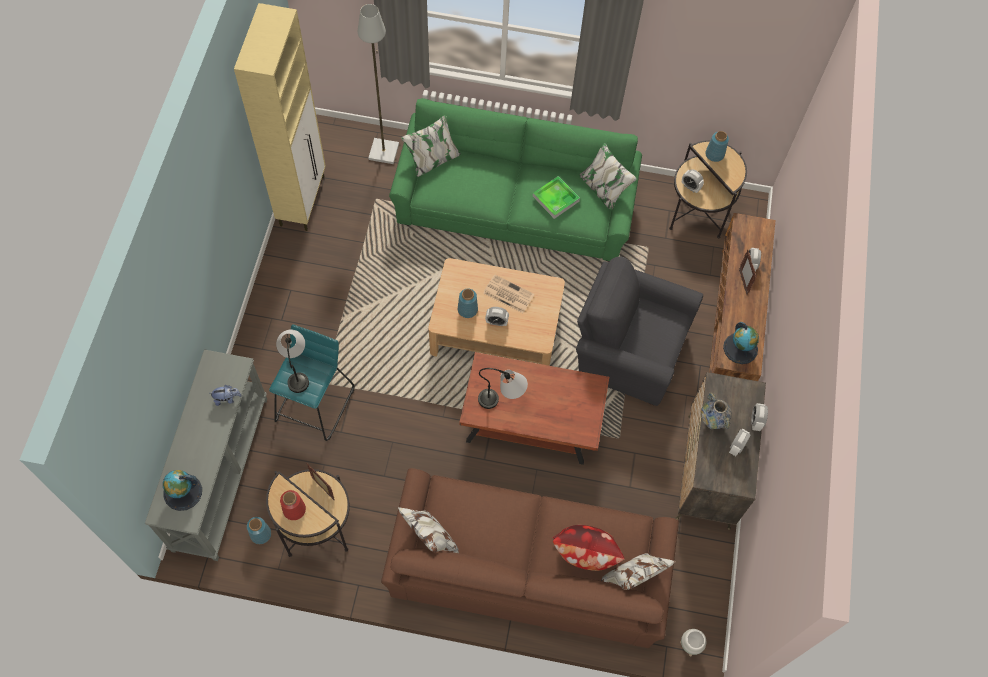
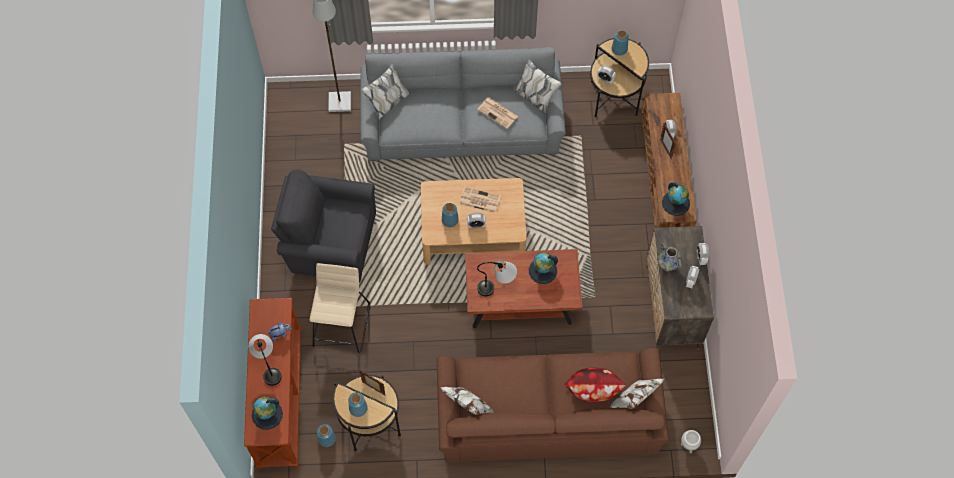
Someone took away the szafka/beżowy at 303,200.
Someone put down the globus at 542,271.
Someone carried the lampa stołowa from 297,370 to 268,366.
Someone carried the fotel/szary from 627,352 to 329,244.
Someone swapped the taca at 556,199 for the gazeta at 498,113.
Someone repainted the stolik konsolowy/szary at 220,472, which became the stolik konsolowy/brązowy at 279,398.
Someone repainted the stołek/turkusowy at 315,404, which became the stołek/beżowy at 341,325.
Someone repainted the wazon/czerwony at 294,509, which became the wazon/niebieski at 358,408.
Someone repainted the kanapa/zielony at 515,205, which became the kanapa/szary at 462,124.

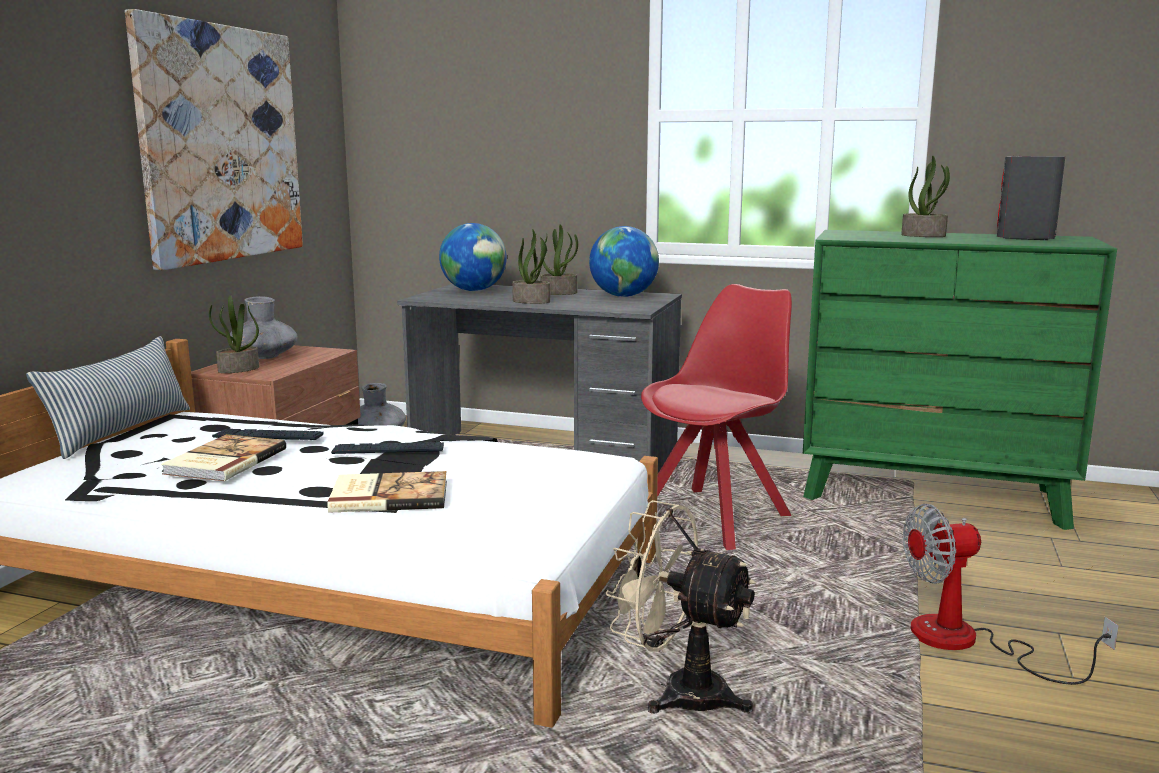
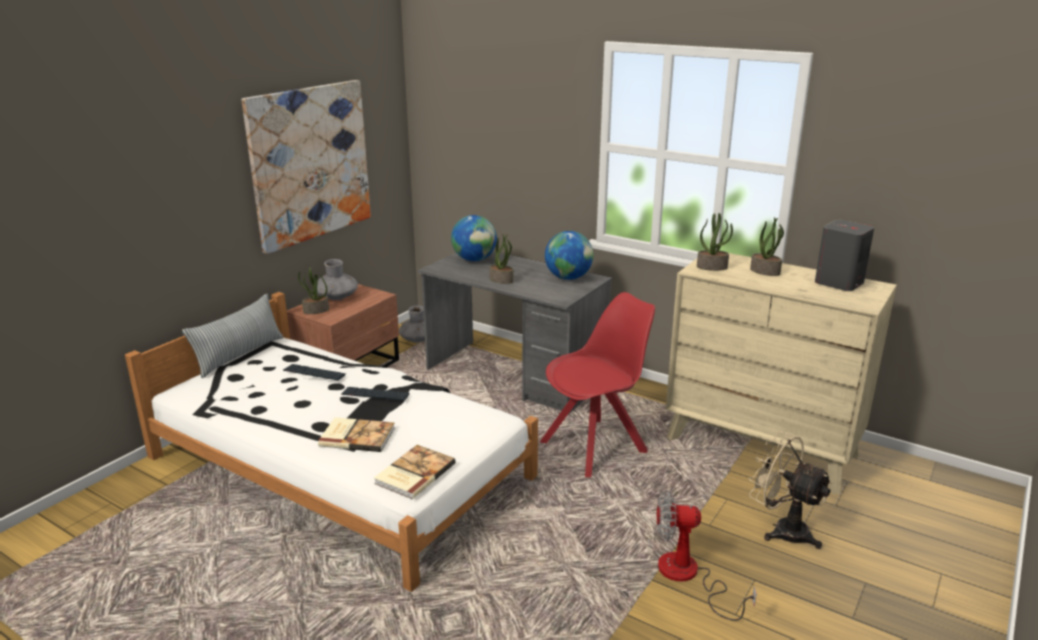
Someone carried the książka from 223,461 to 413,473.
Someone carried the roślina doniczkowa from 559,293 to 712,267.
Someone carried the wentylator/beżowy from 678,692 to 782,529.
Someone repainted the komoda/zielony at 931,495, which became the komoda/beżowy at 760,447.

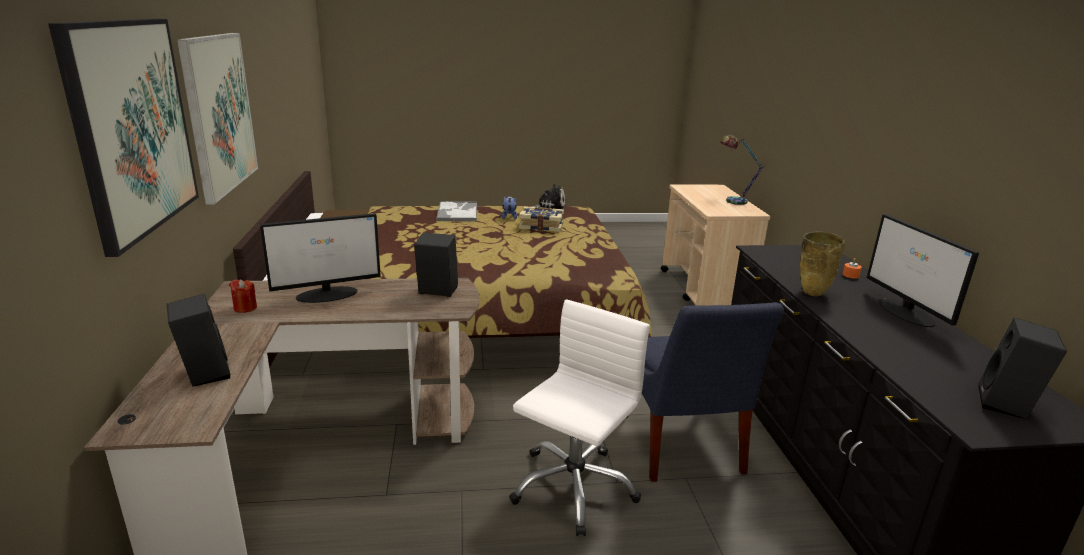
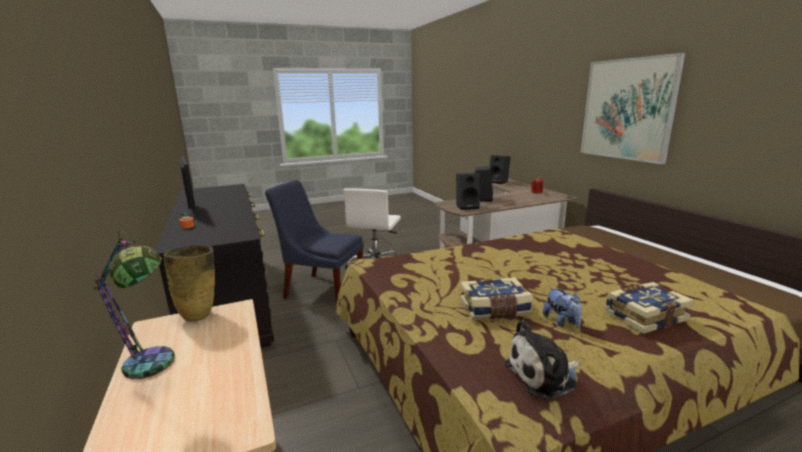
Someone took away the obraz at 132,128.
Someone took away the monitor at 328,294.
Someone carried the wazon/beżowy from 811,293 to 200,315.
Someone carried the głośnik/czarny from 1008,405 to 482,199.
Someone swapped the taca at 457,212 for the książka at 643,316.
Someone rotated the krzesło/niebieski at 681,447 by 45 degrees counterclockwise.

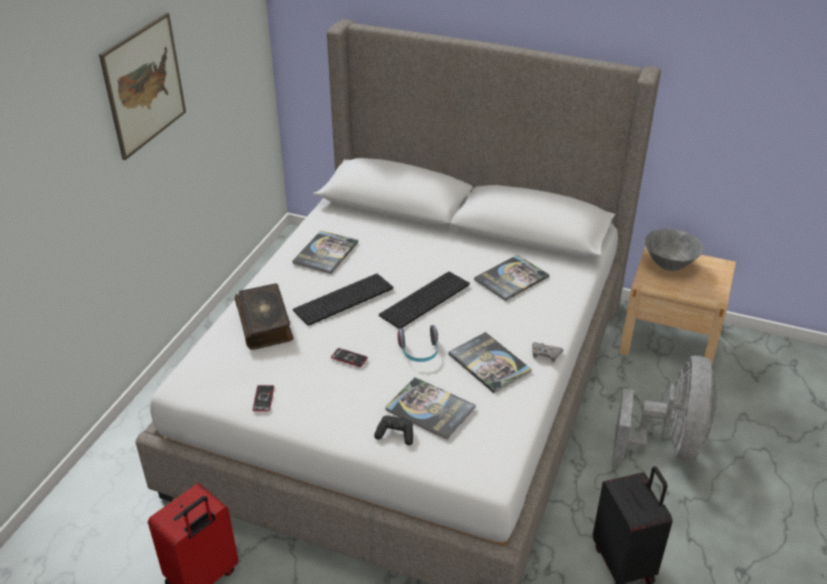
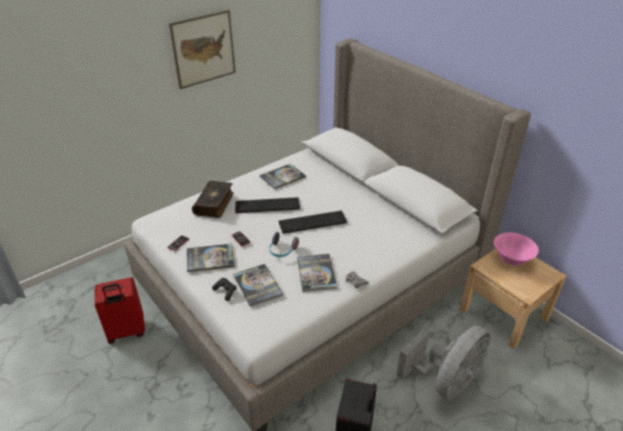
Someone carried the książka from 511,278 to 210,258.
Someone repainted the miska/szary at 669,265, which became the miska/różowy at 511,260.

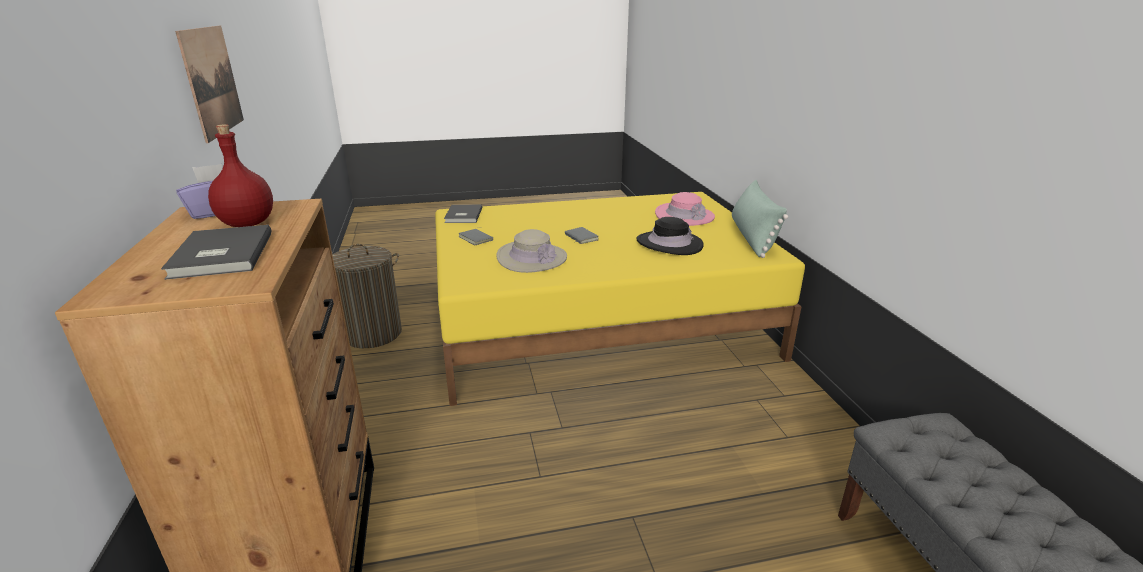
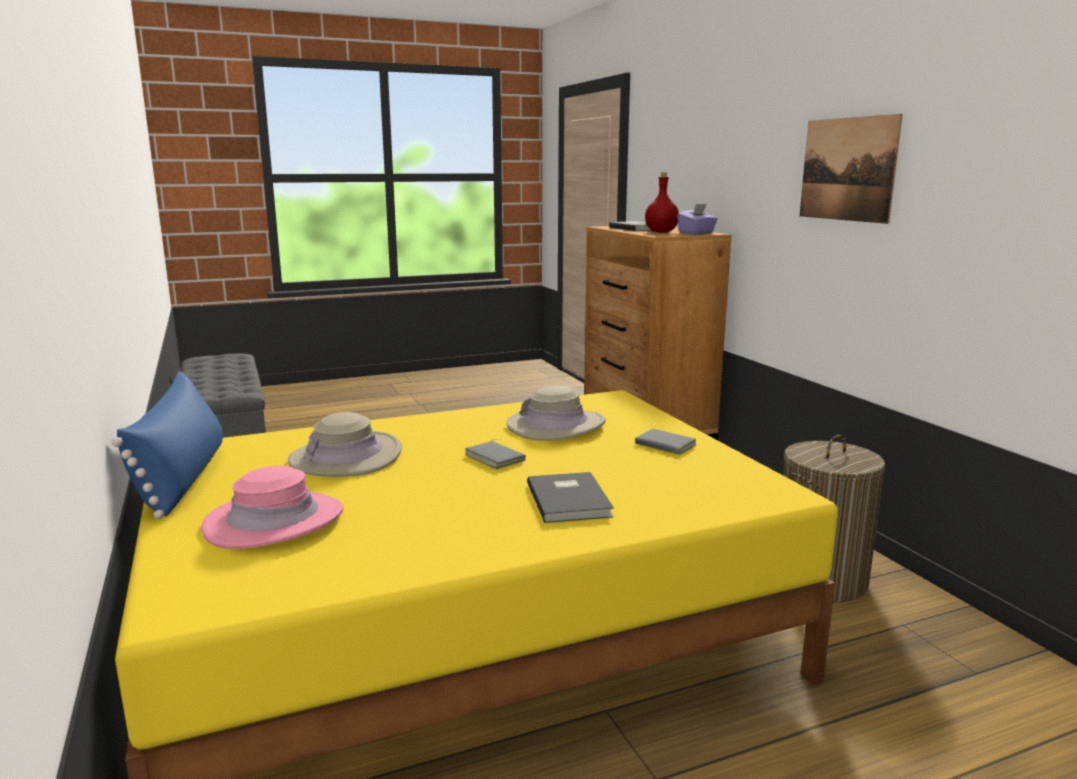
Someone carried the książka/szary from 462,216 to 570,499.
Someone repainted the kapelusz/czarny at 669,244, which became the kapelusz/beżowy at 346,457.
Someone repainted the poduszka/zielony at 752,237, which became the poduszka/niebieski at 183,478.

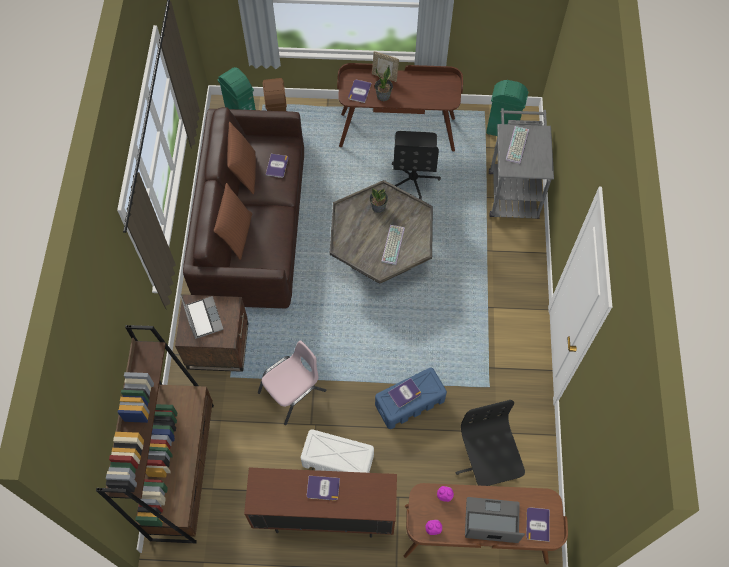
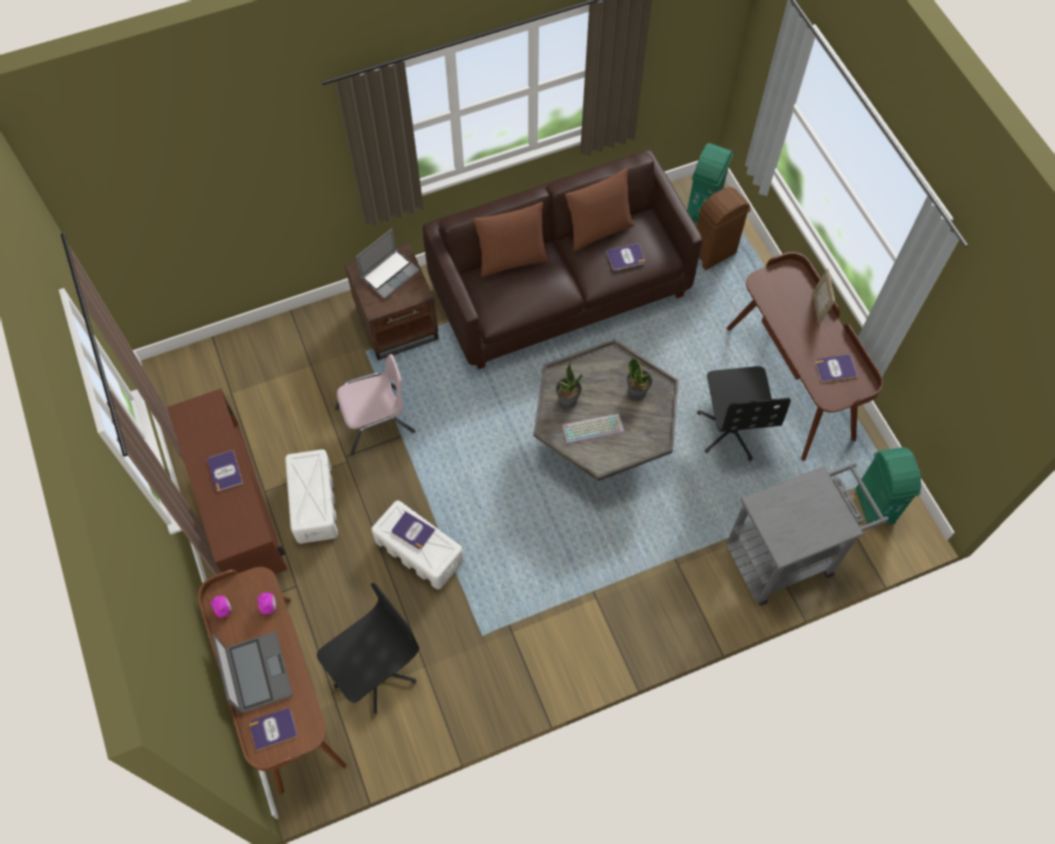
Someone took away the regał/brązowy at 183,470.
Someone took away the klawiatura at 517,145.
Someone carried the książka from 359,91 to 835,369.
Someone carried the roślina doniczkowa from 383,96 to 567,399.
Someone repainted the pojemnik do przechowywania/niebieski at 409,403, which became the pojemnik do przechowywania/biały at 418,550.
Someone rotated the krzesło/różowy at 293,392 by 45 degrees counterclockwise.
Someone rotated the krzesło biurowe/czarny at 413,178 by 75 degrees counterclockwise.

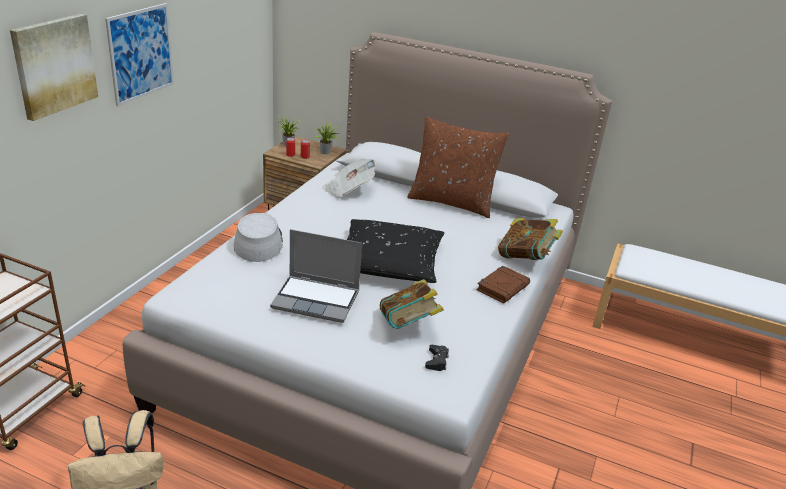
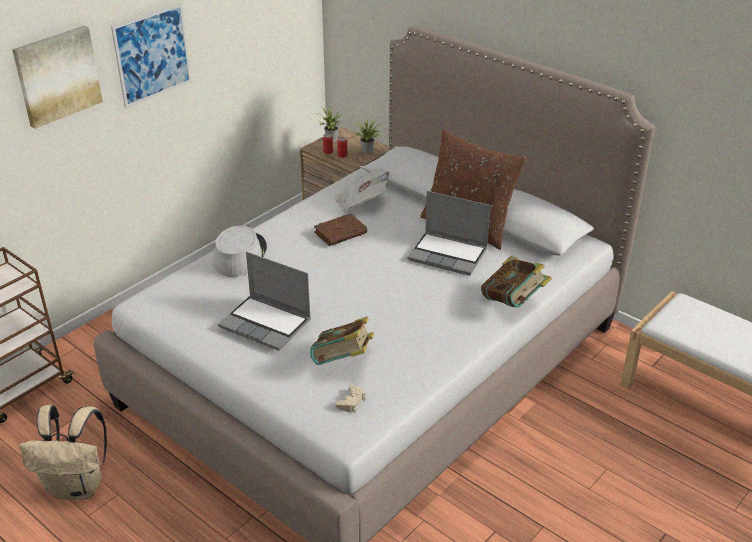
Someone took away the poduszka/czarny at 389,262.
Someone put down the laptop at 449,254.
Someone carried the książka/brązowy from 502,287 to 340,233.
Someone repainted the pad do gier/czarny at 437,361, which became the pad do gier/beżowy at 351,402.

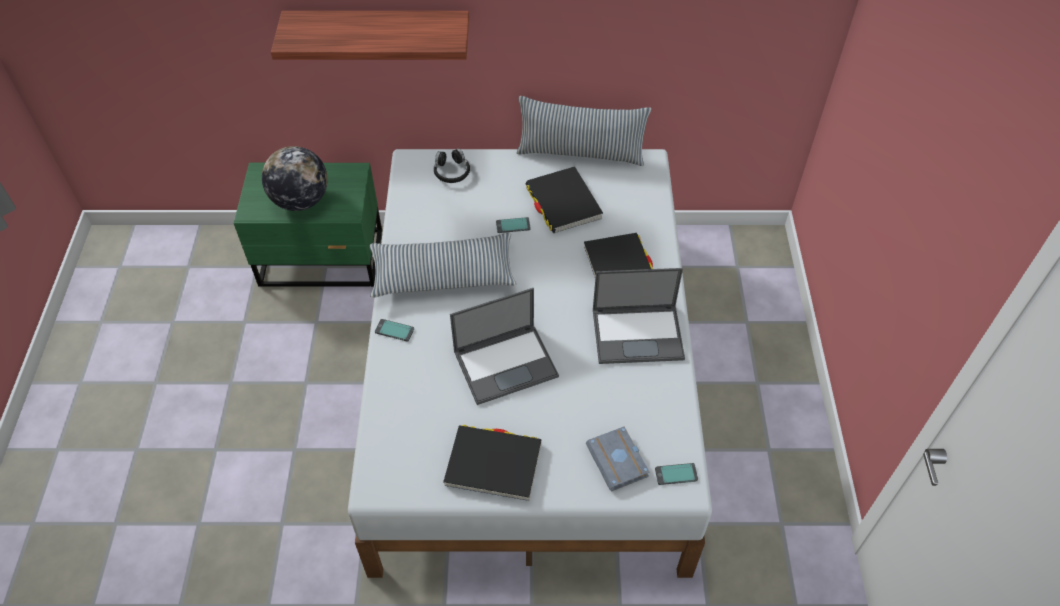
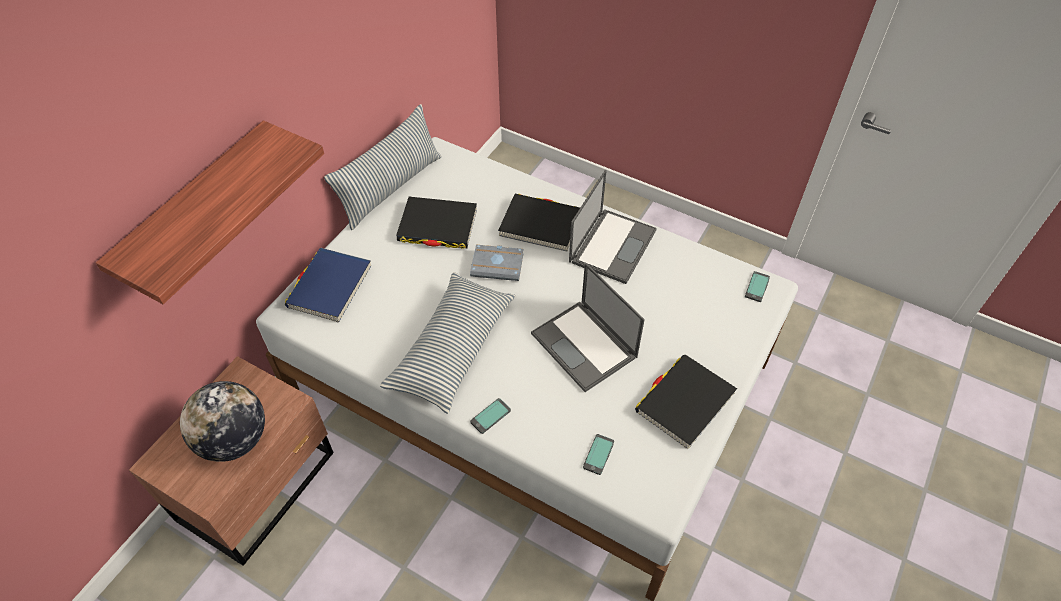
Someone carried the telefon from 513,226 to 598,454.
Someone carried the książka/szary from 619,461 to 498,265.
Someone swapped the słuchawki/czarny at 451,171 for the książka/niebieski at 330,287.
Someone repainted the szafka nocna/zielony at 323,259, which became the szafka nocna/brązowy at 260,485.
Someone rotated the laptop at 506,363 by 135 degrees clockwise.

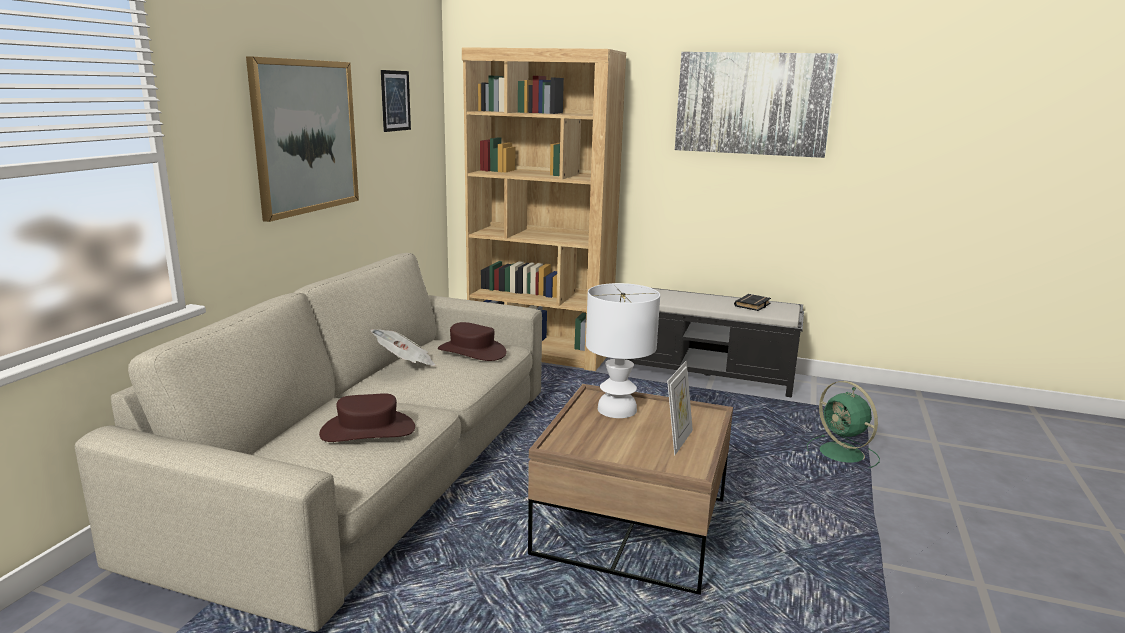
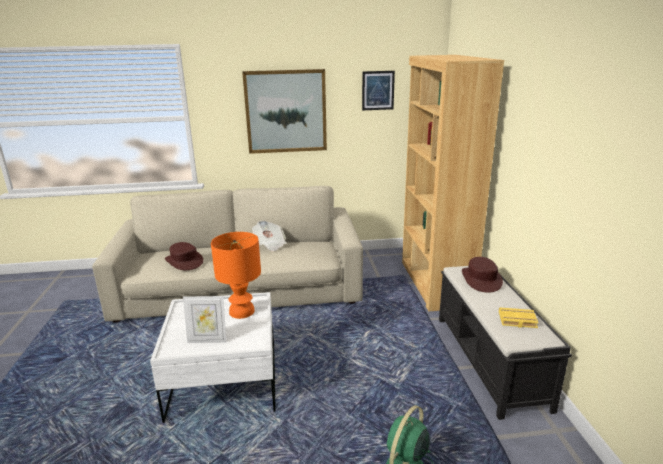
Someone took away the obraz at 752,104.
Someone carried the kapelusz/brązowy from 472,351 to 481,279.
Someone repainted the ława/brązowy at 631,527, which became the ława/biały at 224,381.
Someone repainted the lampa stołowa/biały at 618,409, which became the lampa stołowa/pomarańczowy at 242,312.
Someone repainted the książka/czarny at 753,305, which became the książka/żółty at 516,320.

